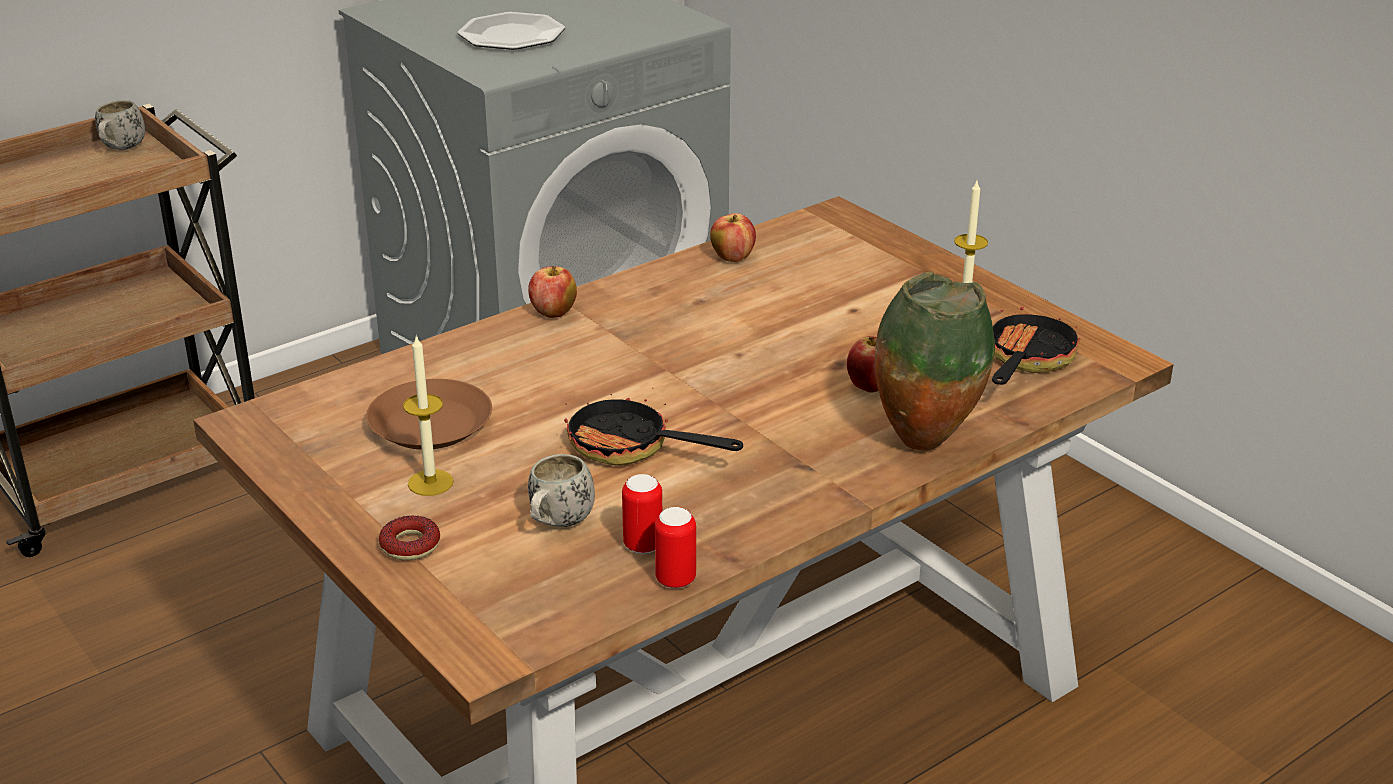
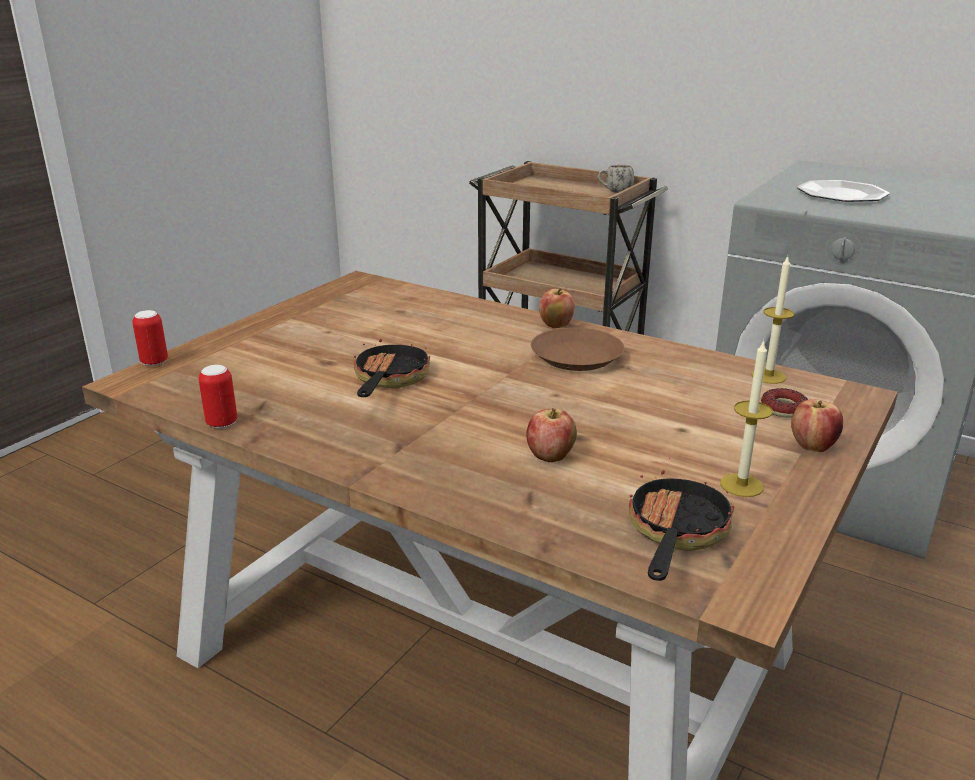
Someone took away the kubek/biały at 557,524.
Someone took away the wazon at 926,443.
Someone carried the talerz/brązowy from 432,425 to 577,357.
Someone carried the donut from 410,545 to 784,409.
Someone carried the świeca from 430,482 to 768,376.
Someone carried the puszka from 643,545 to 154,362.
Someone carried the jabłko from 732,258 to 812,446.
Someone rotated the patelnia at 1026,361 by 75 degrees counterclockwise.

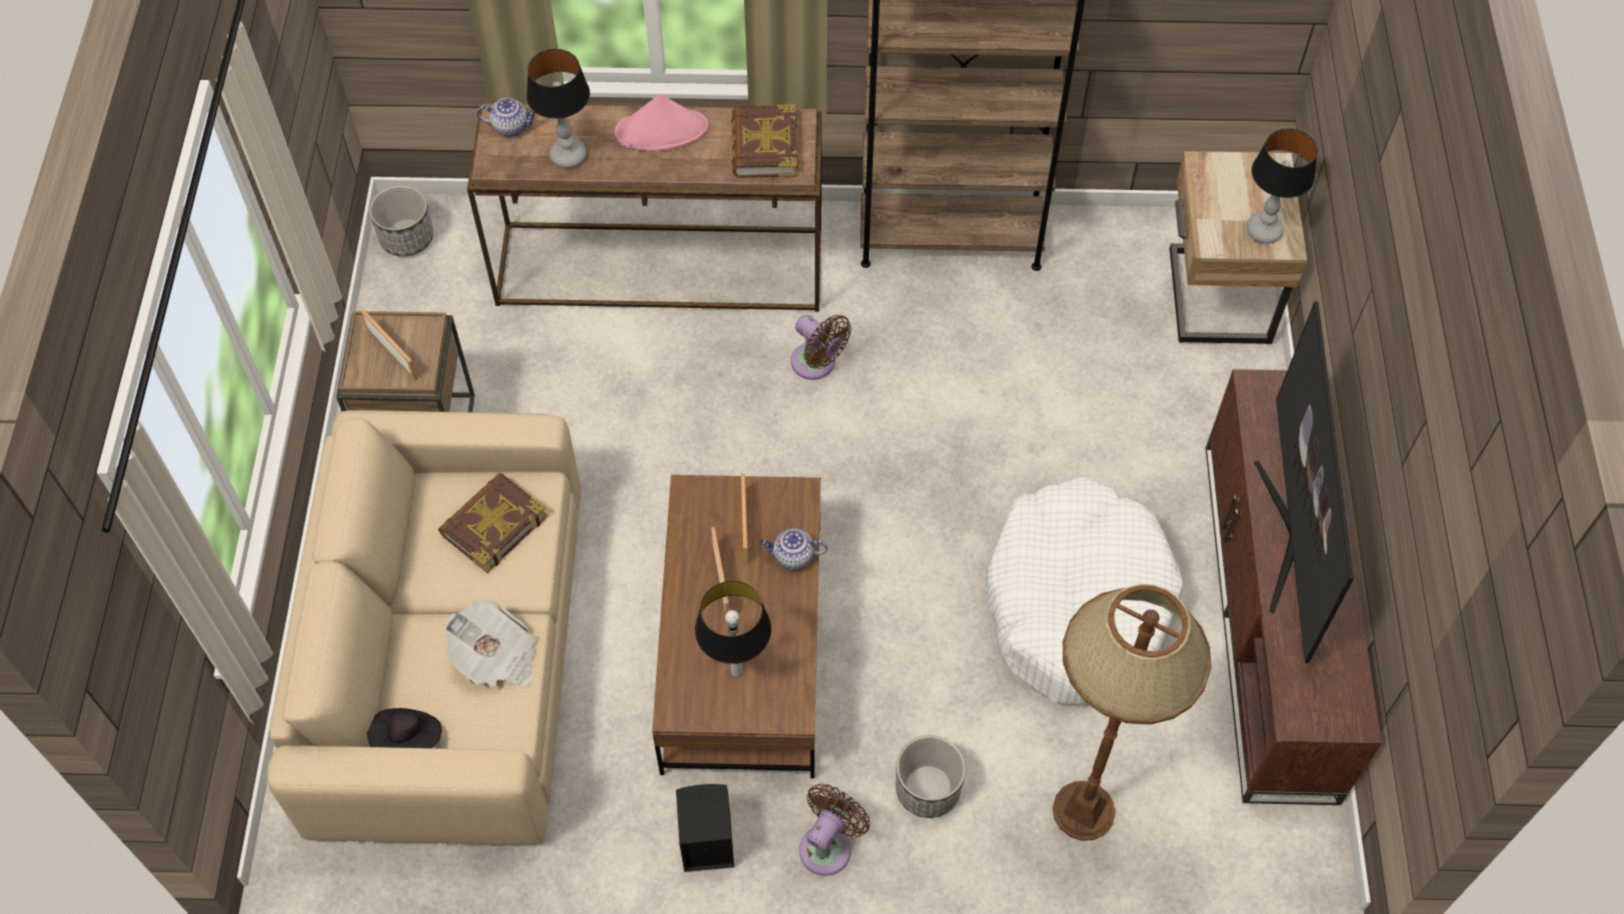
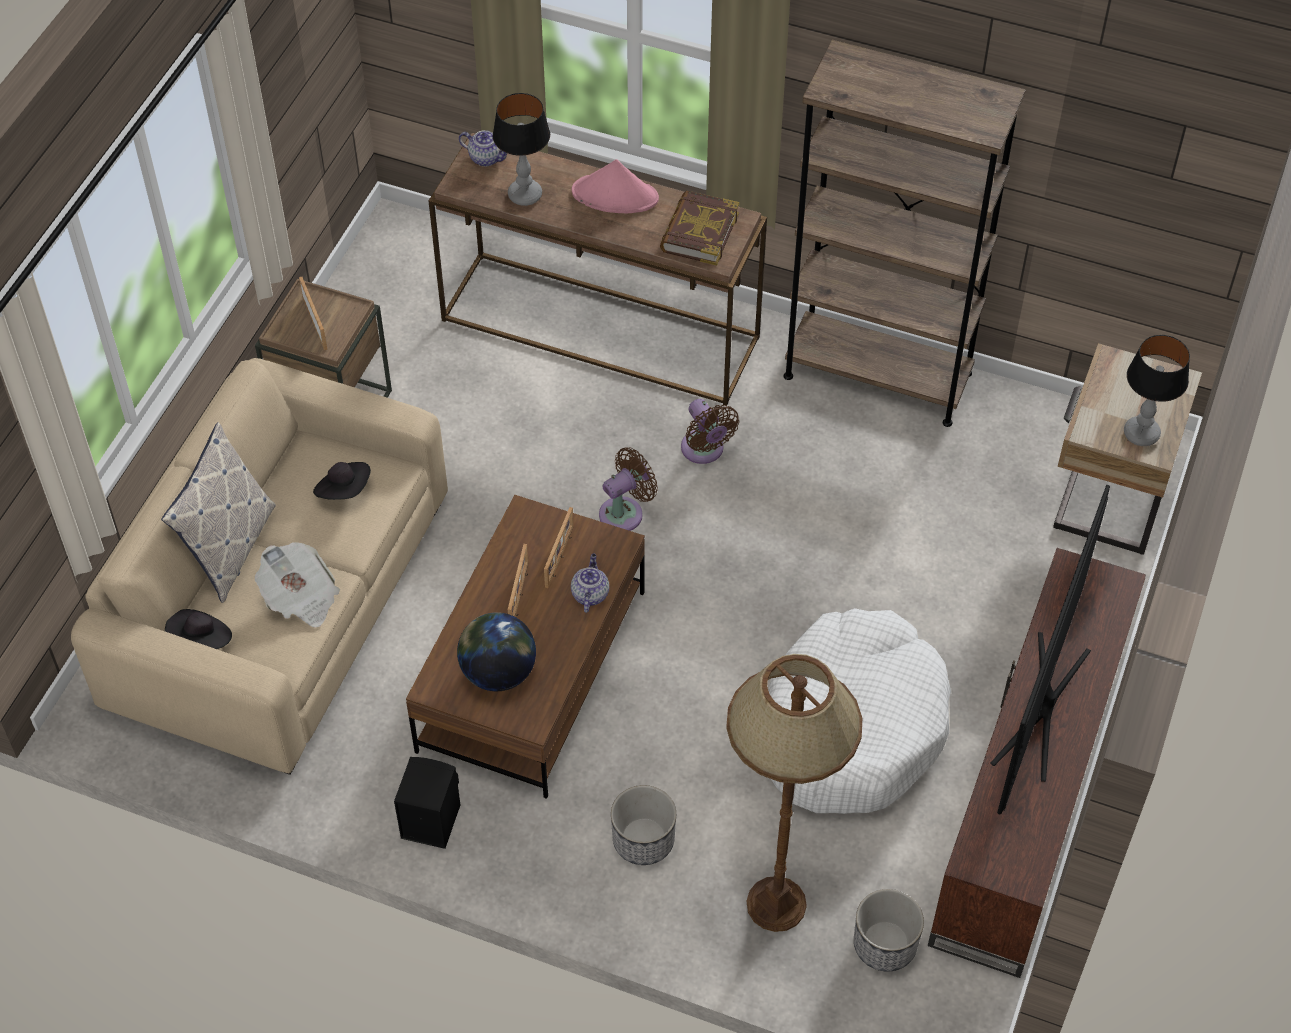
Someone put down the poduszka at 230,548.
Someone carried the donica from 407,238 to 884,945.
Someone carried the wentylator/brązowy from 828,845 to 625,512.
Someone swapped the książka at 493,525 for the kapelusz/czarny at 344,490.
Someone swapped the lampa stołowa at 735,671 for the globus at 498,672.
Someone rotated the imbryk at 792,557 by 75 degrees clockwise.

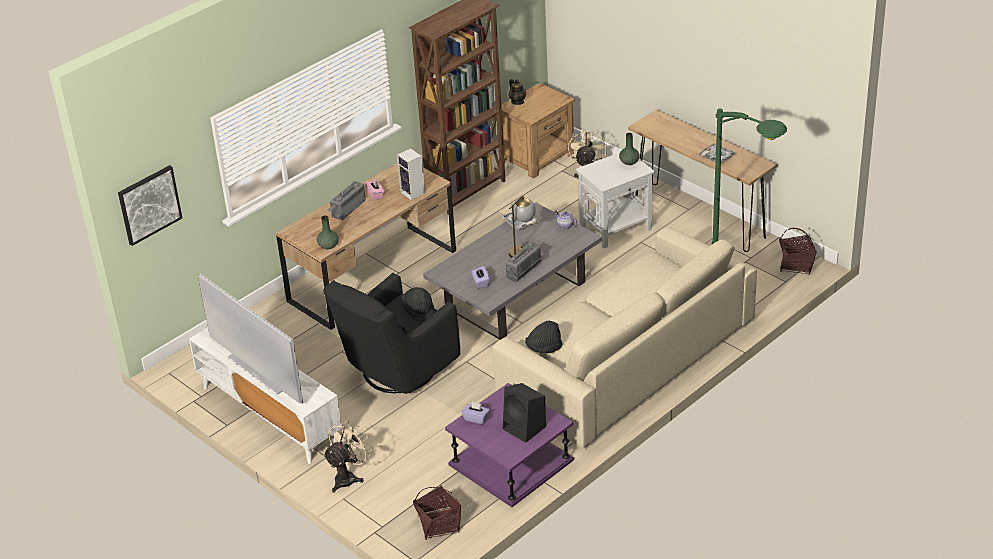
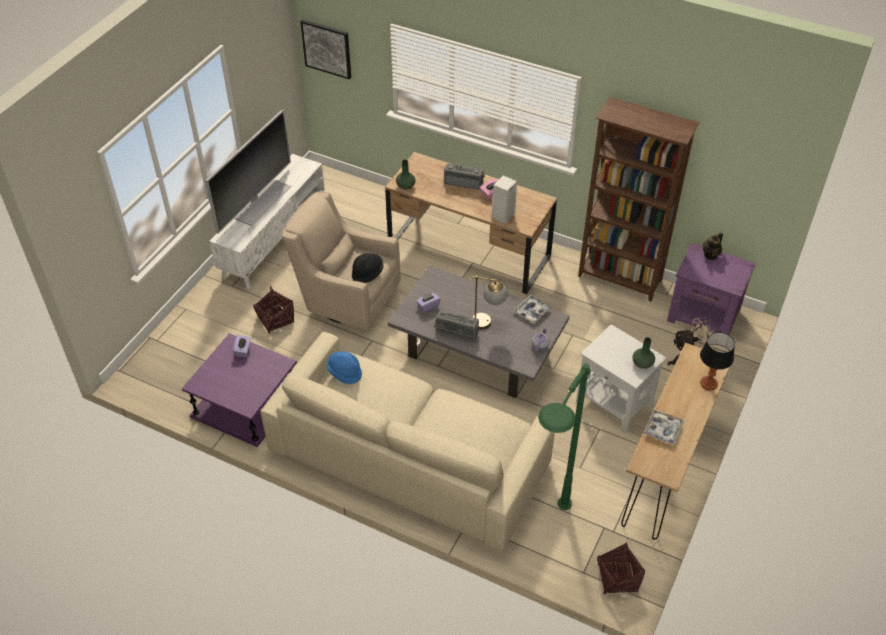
Someone took away the wentylator/beżowy at 348,477.
Someone took away the głośnik/czarny at 525,428.
Someone put down the lampa stołowa at 709,384.
Someone carried the koszyk from 438,524 to 276,319.
Someone repainted the fotel/czarny at 396,371, which became the fotel/beżowy at 346,299.
Someone repainted the szafka nocna/brązowy at 538,157, which became the szafka nocna/fioletowy at 704,316.
Someone repainted the kapelusz/czarny at 544,348, which became the kapelusz/niebieski at 345,372.

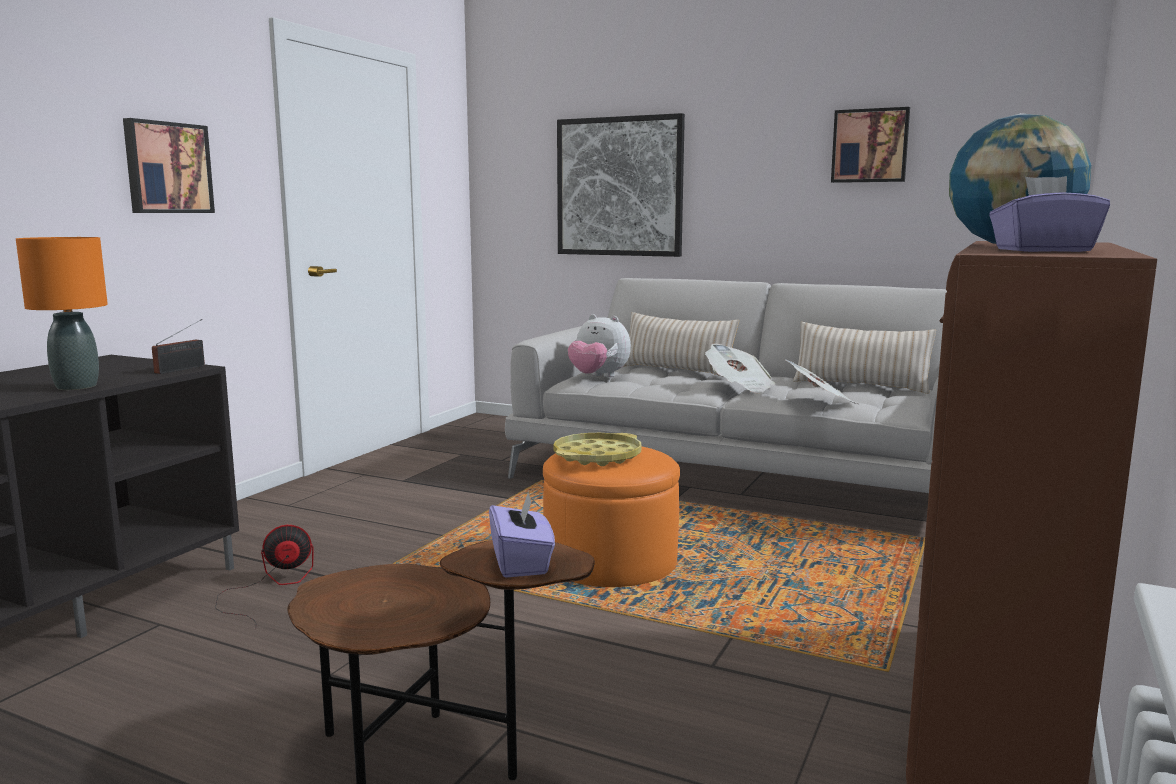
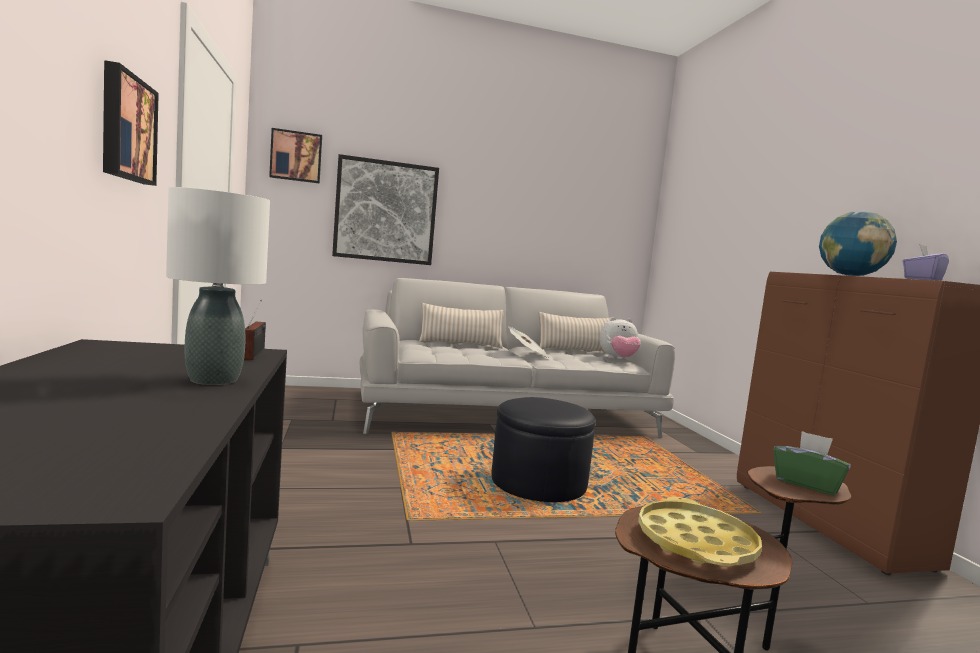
Someone took away the wentylator at 271,587.
Someone took away the gazeta at 819,401.
Someone carried the taca/żółty from 597,456 to 696,542.
Someone carried the pluszak from 598,377 to 618,359.
Someone carried the obraz from 870,146 to 296,156.
Someone repainted the lampa stołowa/pomarańczowy at 76,387, which became the lampa stołowa/biały at 214,380.
Someone repainted the pudełko chusteczek/fioletowy at 521,563, which became the pudełko chusteczek/zielony at 807,484.
Someone repainted the pufa/pomarańczowy at 610,561, which became the pufa/czarny at 539,482.

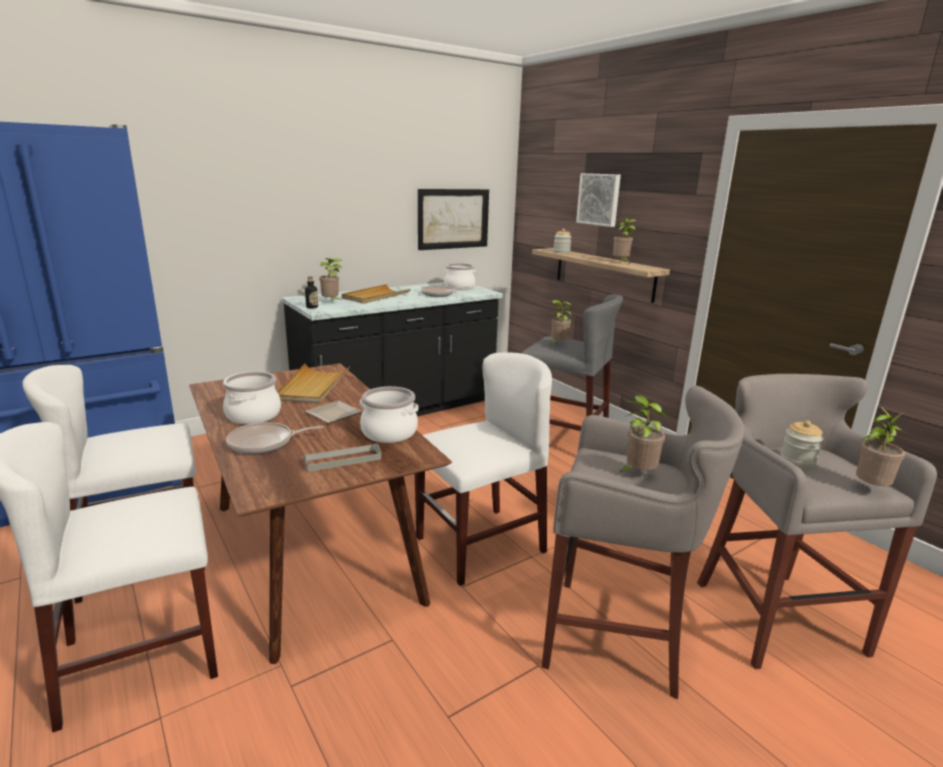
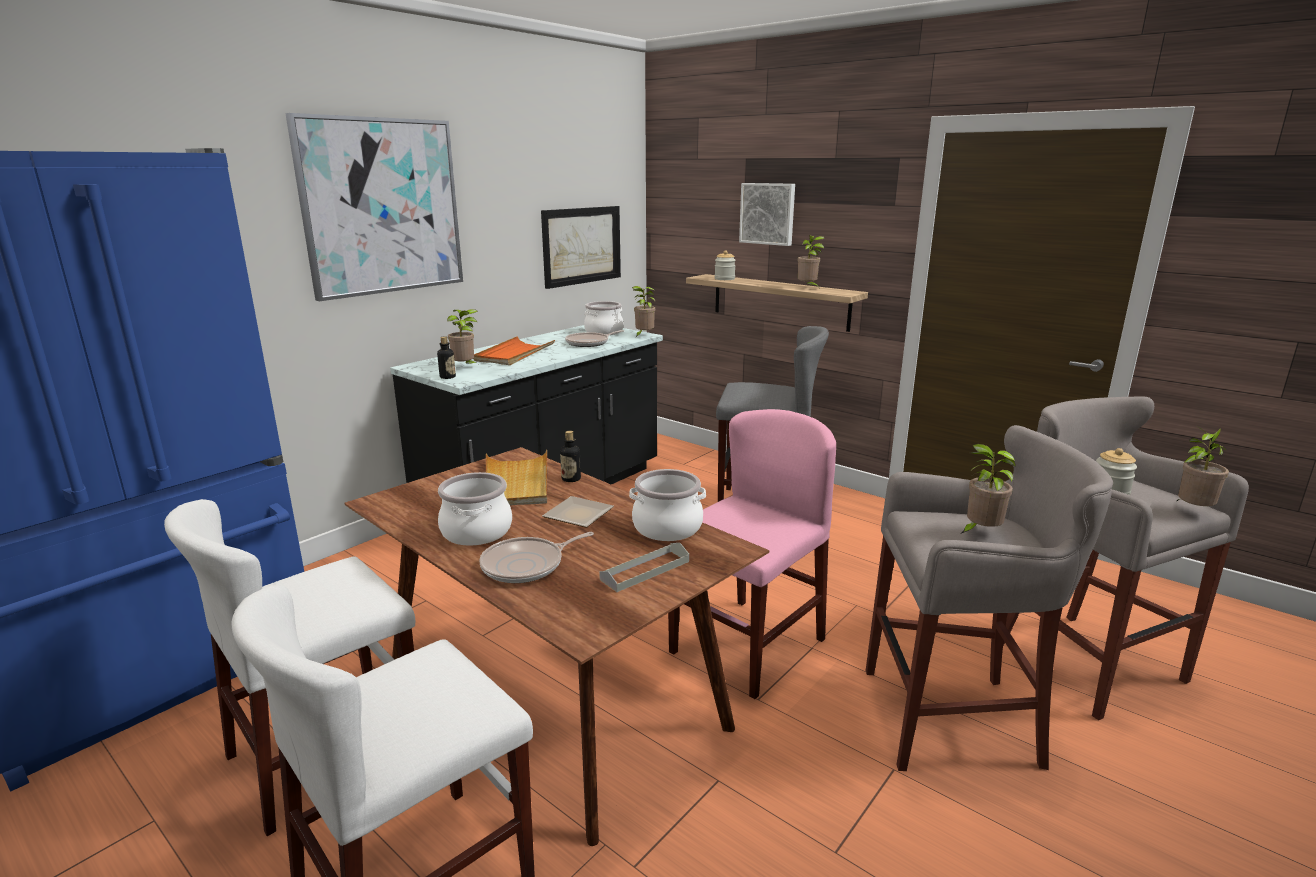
Someone put up the obraz at 382,207.
Someone put down the butelka at 571,479.
Someone carried the roślina doniczkowa from 558,344 to 643,335.
Someone repainted the taca/beżowy at 376,296, which became the taca/pomarańczowy at 514,354.
Someone repainted the krzesło/biały at 480,544, which became the krzesło/różowy at 747,646.

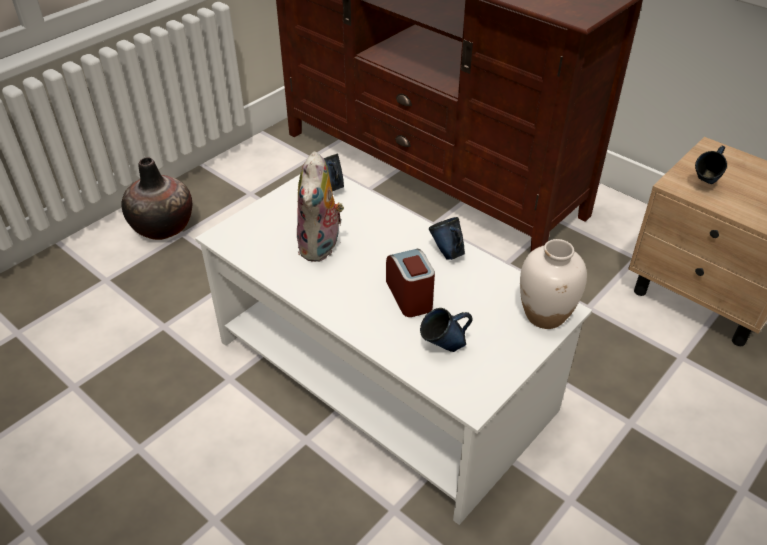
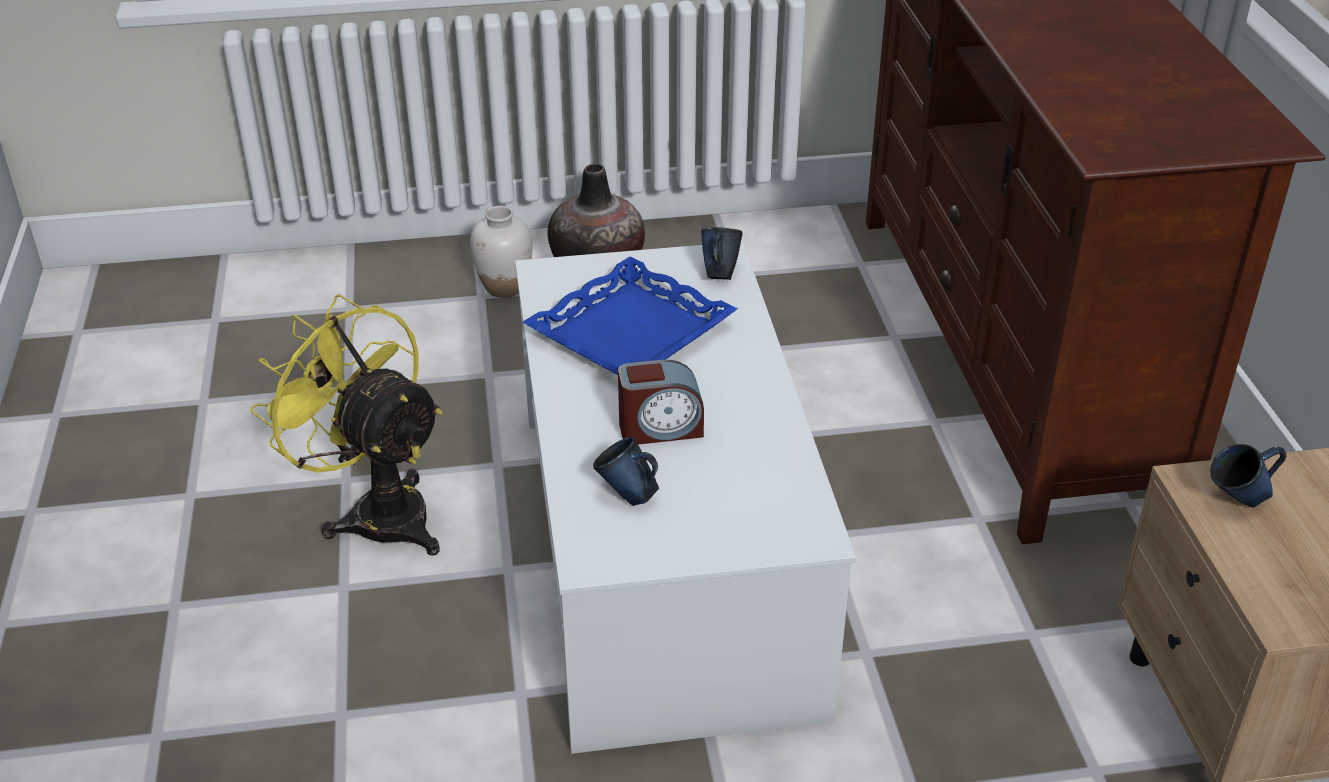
Someone took away the kubek/niebieski at 447,253.
Someone put down the wentylator/żółty at 377,511.
Someone carried the wazon/biały from 545,315 to 505,287.
Someone swapped the pluszak at 321,247 for the taca/niebieski at 630,331.
Someone rotated the budzik at 410,296 by 60 degrees clockwise.

